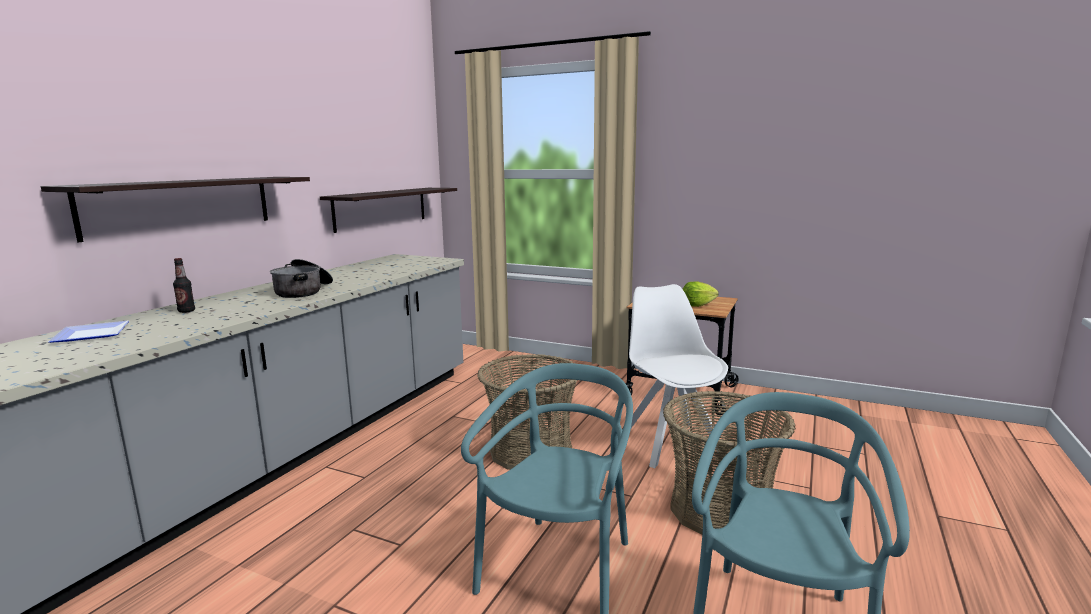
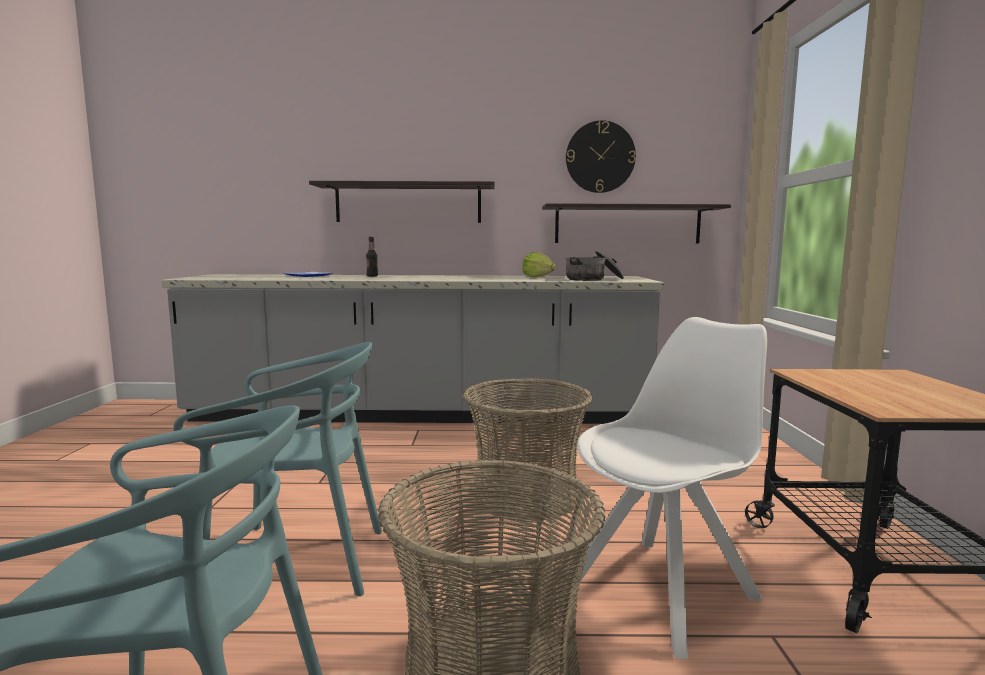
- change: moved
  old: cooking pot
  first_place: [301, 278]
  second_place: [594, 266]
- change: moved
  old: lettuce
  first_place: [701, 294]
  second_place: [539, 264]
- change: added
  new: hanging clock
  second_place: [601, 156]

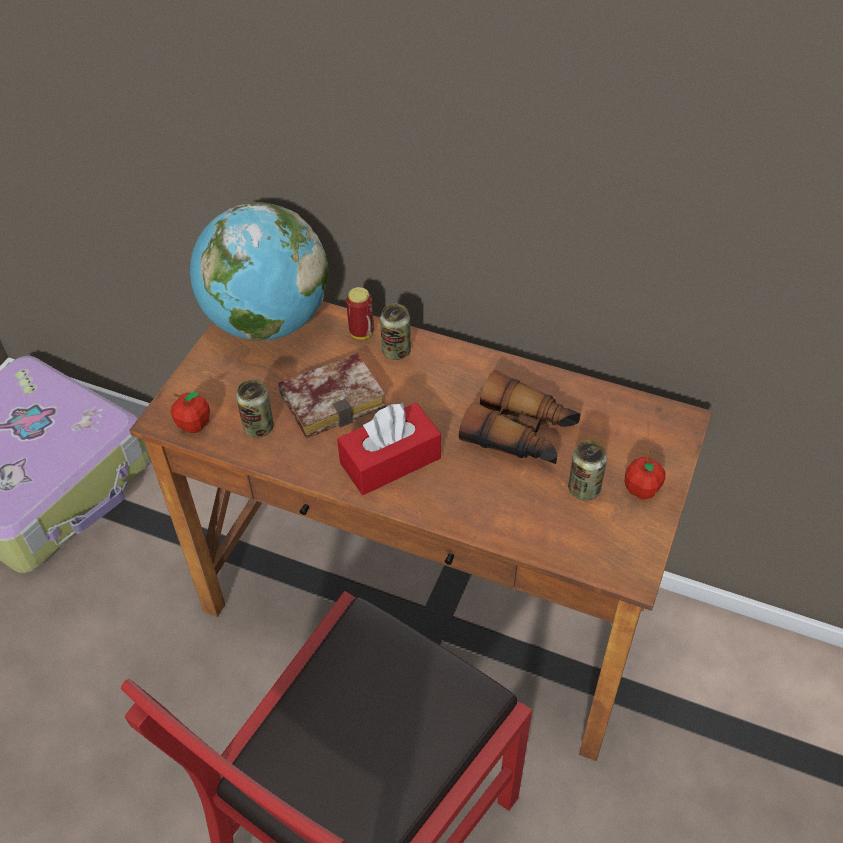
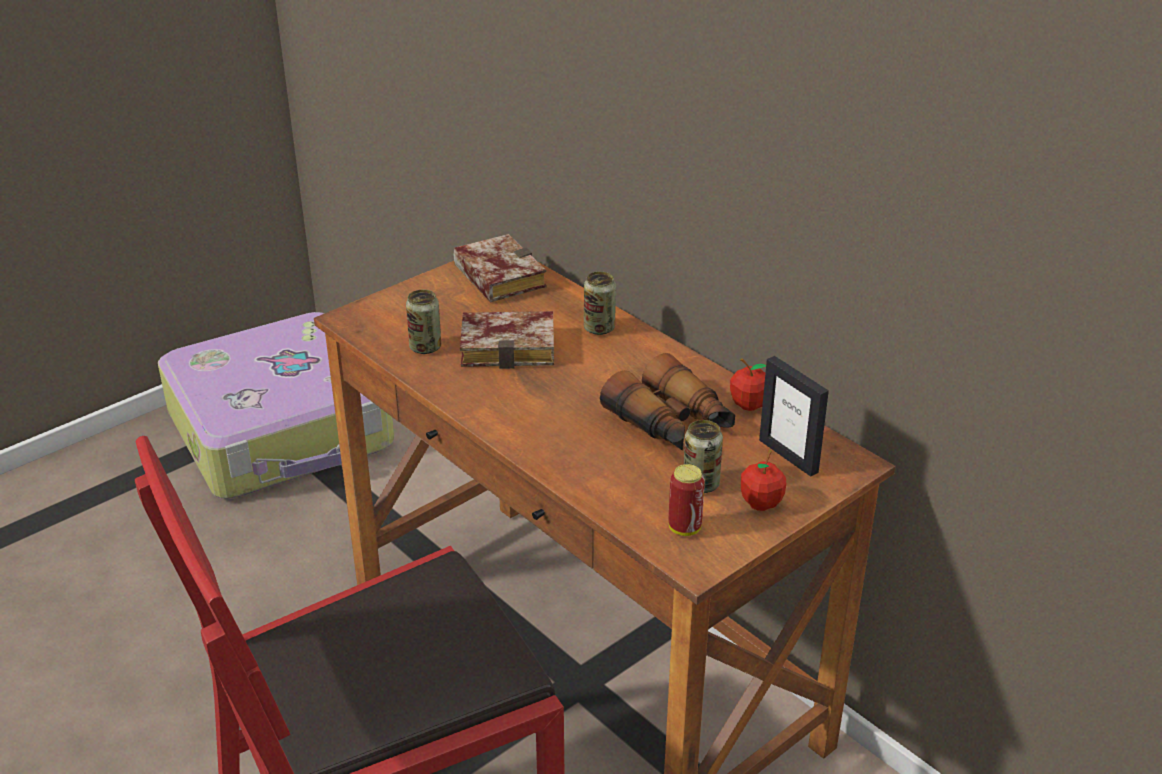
- change: moved
  old: apple
  first_place: [190, 412]
  second_place: [748, 385]
- change: replaced
  old: globe
  new: volume
  first_place: [259, 271]
  second_place: [500, 268]
- change: removed
  old: tissue holder (red)
  first_place: [389, 448]
- change: moved
  old: sealed can
  first_place: [360, 313]
  second_place: [686, 500]
- change: added
  new: photo frame
  second_place: [794, 416]

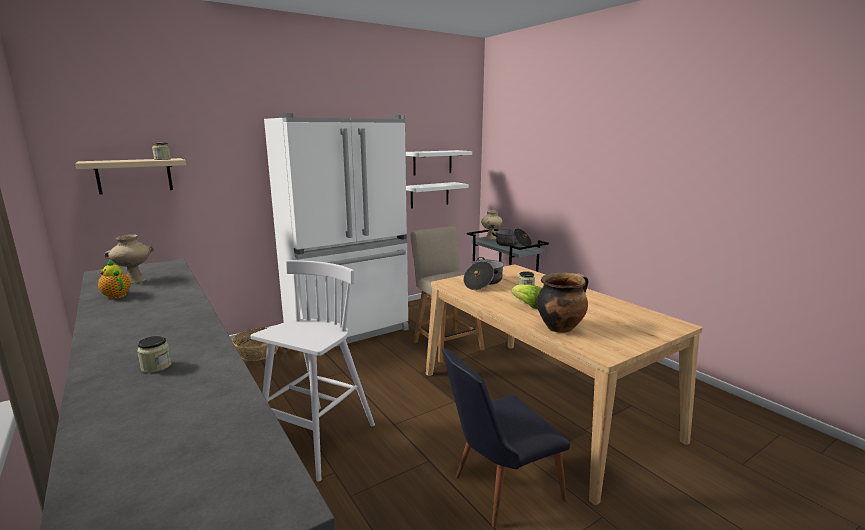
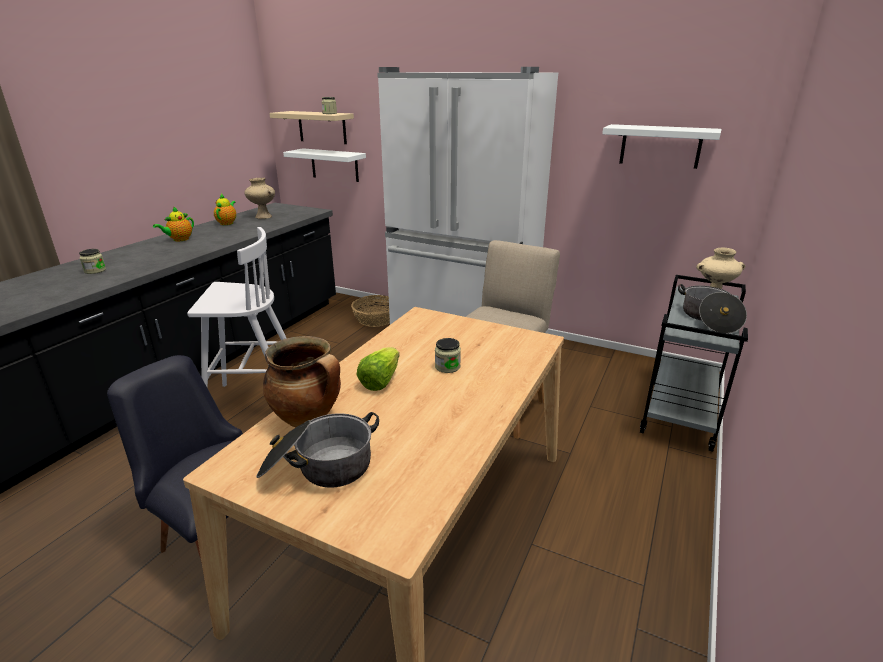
- change: moved
  old: bracket shelf (whitish)
  first_place: [437, 195]
  second_place: [324, 165]
- change: moved
  old: cooking pot
  first_place: [483, 273]
  second_place: [317, 450]
- change: added
  new: tea pot
  second_place: [173, 224]

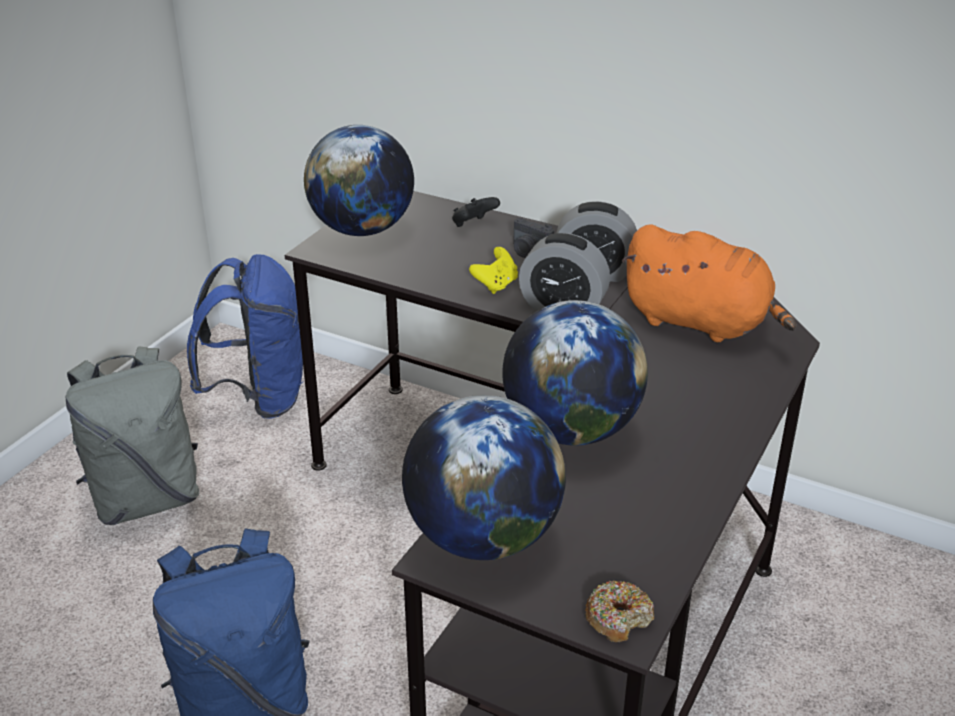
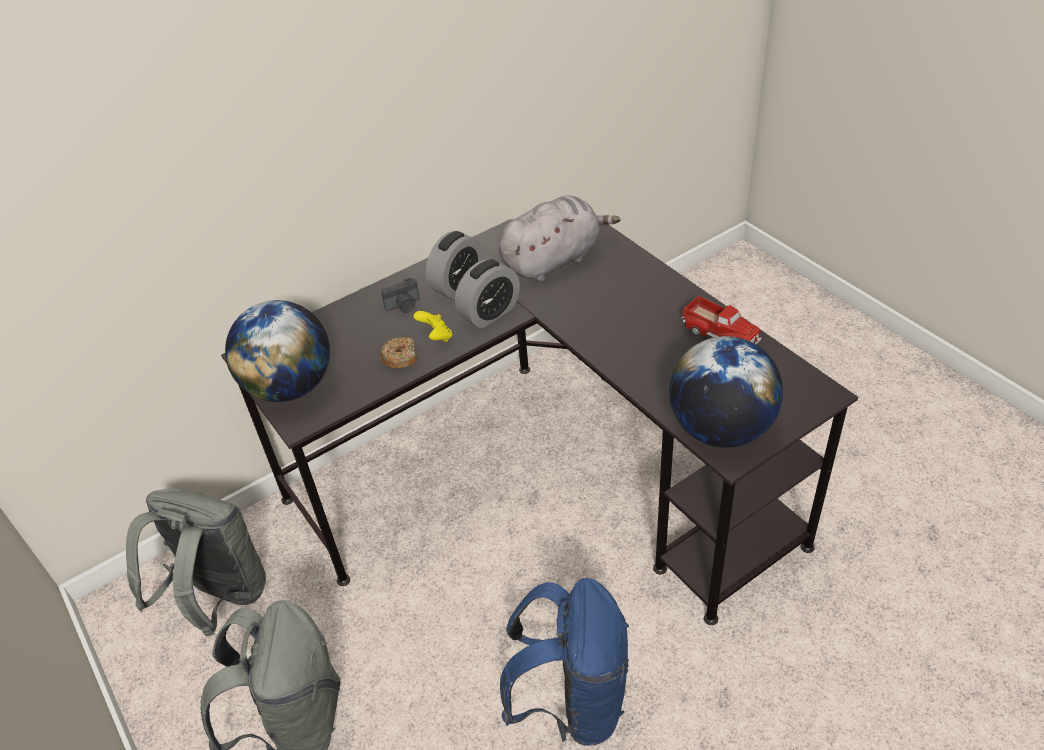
- change: recoloured
  old: backpack (blue)
  new: backpack (grey)
  first_place: [245, 336]
  second_place: [196, 562]
- change: removed
  old: joypad (blackish)
  first_place: [476, 212]
- change: removed
  old: globe
  first_place: [575, 373]
- change: moved
  old: donut
  first_place: [619, 611]
  second_place: [399, 353]
- change: recoloured
  old: cuddly toy (orange-coloured)
  new: cuddly toy (grey)
  first_place: [709, 283]
  second_place: [560, 238]
- change: added
  new: model truck
  second_place: [721, 320]

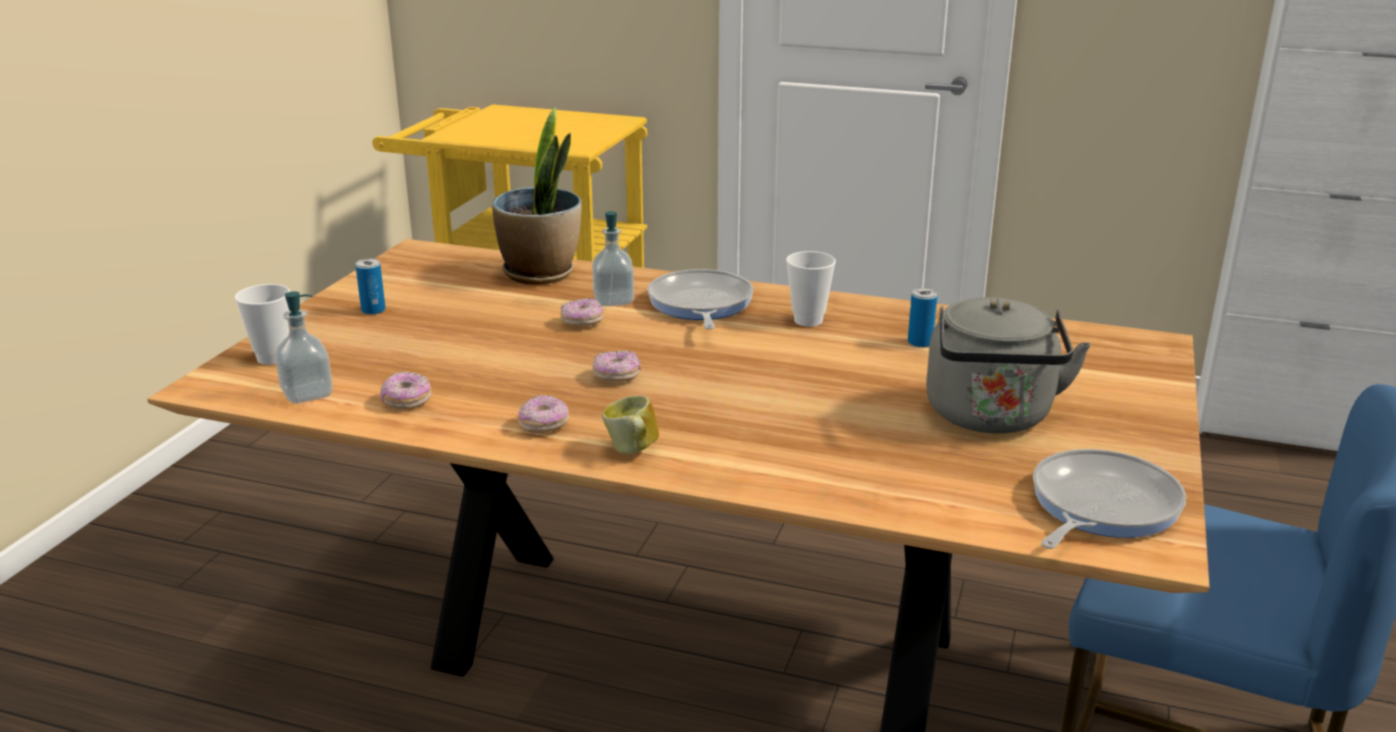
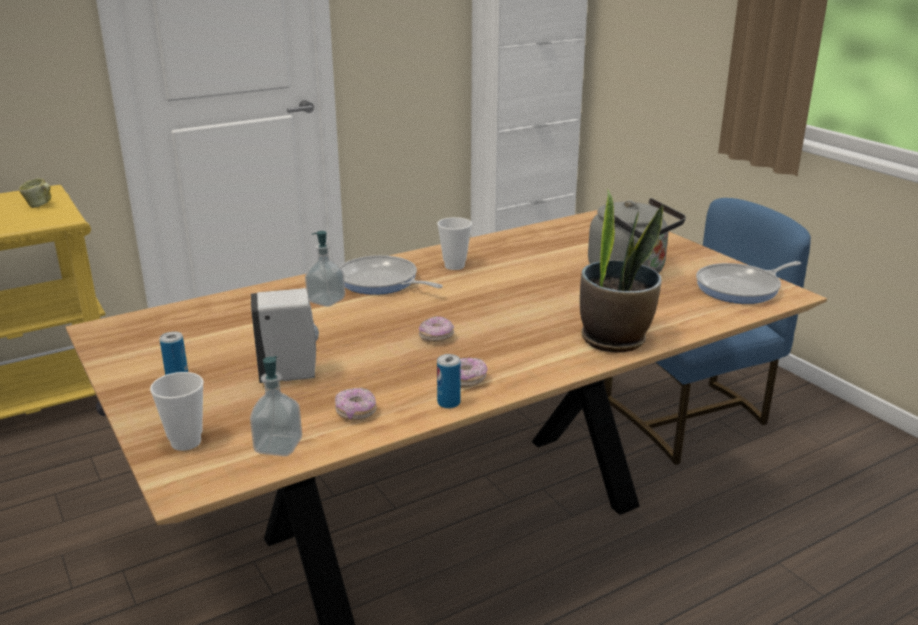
- change: moved
  old: plant in a pot
  first_place: [536, 196]
  second_place: [621, 271]
- change: removed
  old: donut
  first_place: [581, 312]
- change: moved
  old: mug
  first_place: [630, 425]
  second_place: [35, 193]
- change: moved
  old: sealed can
  first_place: [922, 318]
  second_place: [449, 381]
- change: turned
  old: frying pan
  first_place: [1109, 499]
  second_place: [748, 282]
  degrees: -105
- change: added
  new: liquid soap bottle (whitish)
  second_place: [285, 335]

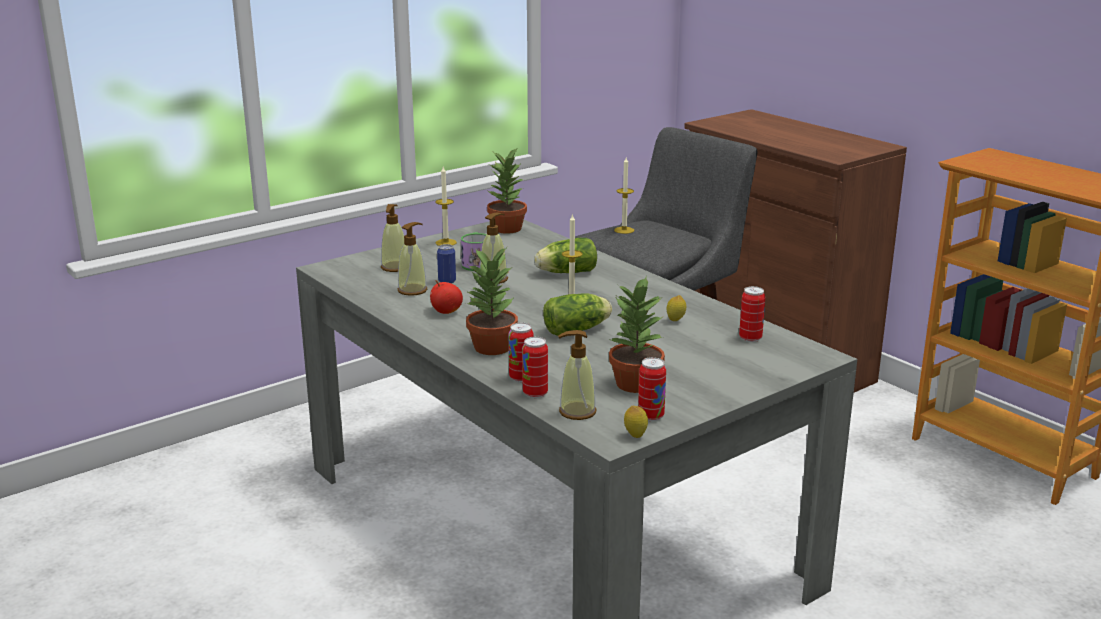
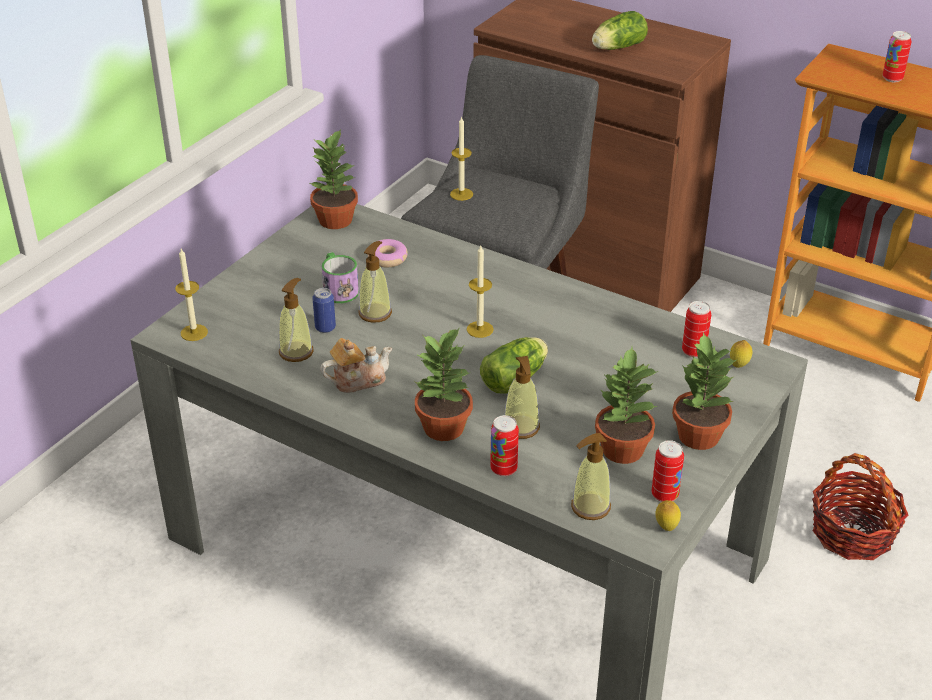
- change: moved
  old: liquid soap bottle
  first_place: [392, 238]
  second_place: [522, 397]
- change: replaced
  old: apple
  new: tea pot
  first_place: [446, 297]
  second_place: [356, 365]
- change: moved
  old: candle
  first_place: [446, 206]
  second_place: [191, 295]
- change: moved
  old: sealed can
  first_place: [535, 367]
  second_place: [897, 56]
- change: moved
  old: lettuce
  first_place: [565, 255]
  second_place: [620, 30]
- change: moved
  old: whole lemon
  first_place: [676, 308]
  second_place: [741, 354]
- change: added
  new: donut
  second_place: [388, 253]
- change: added
  new: plant in a pot
  second_place: [704, 391]
- change: added
  new: storage basket
  second_place: [860, 506]

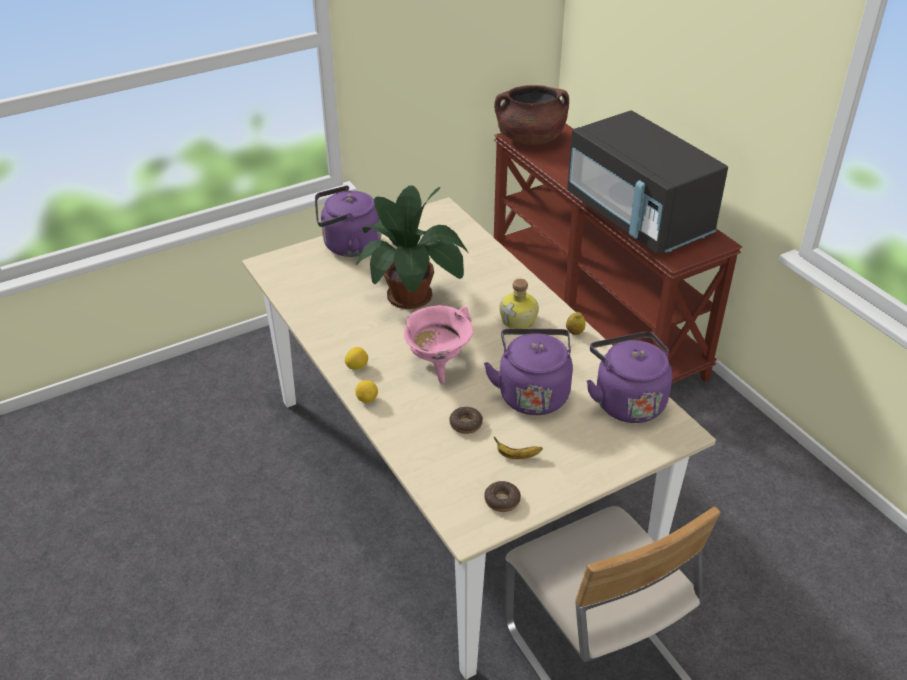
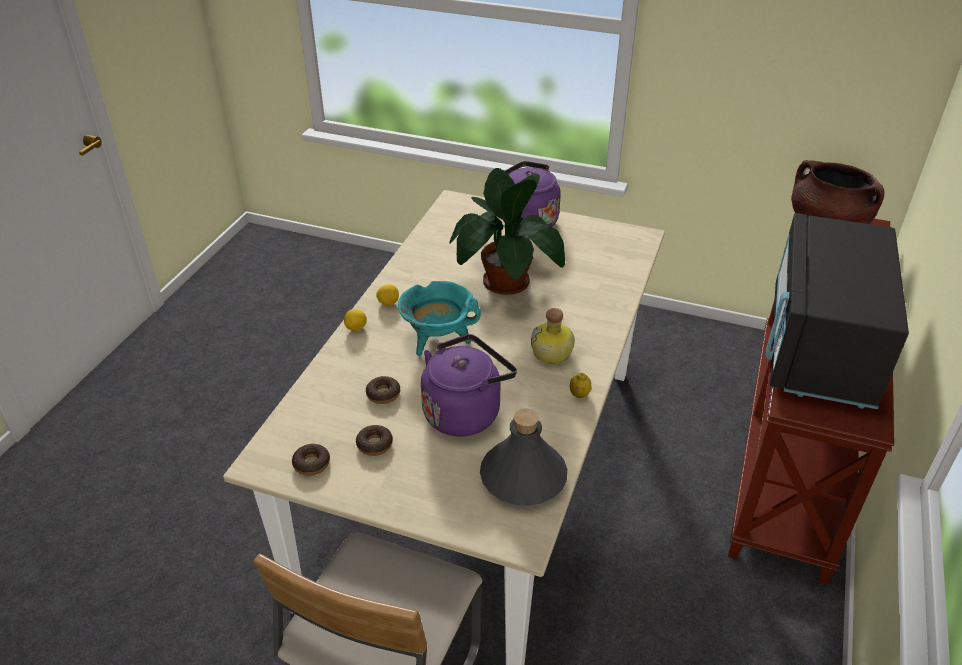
- change: recoloured
  old: cooking pot (pink-coloured)
  new: cooking pot (turquoise-coloured)
  first_place: [438, 344]
  second_place: [439, 318]
- change: replaced
  old: banana
  new: donut
  first_place: [518, 448]
  second_place: [374, 440]
- change: replaced
  old: water kettle (purple)
  new: bottle (grey)
  first_place: [629, 377]
  second_place: [524, 457]

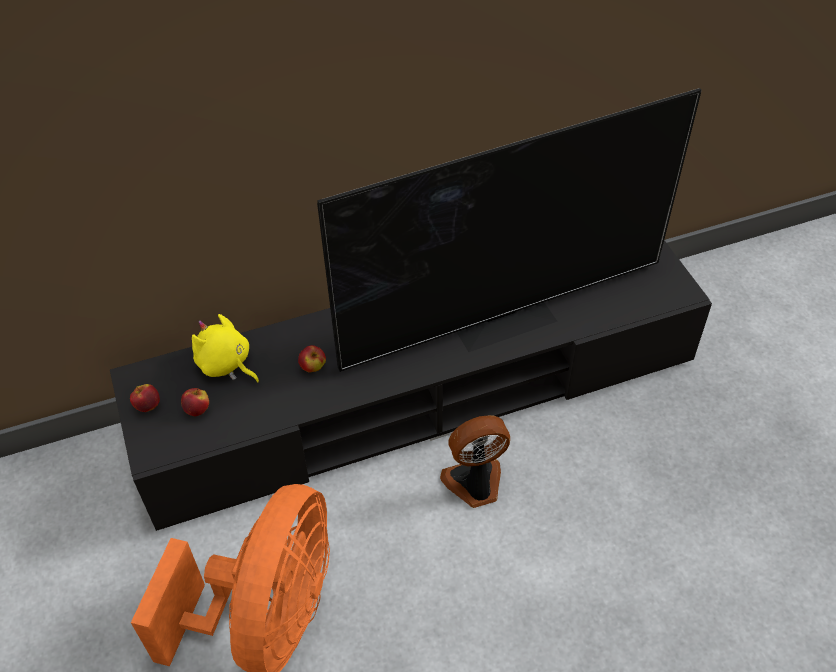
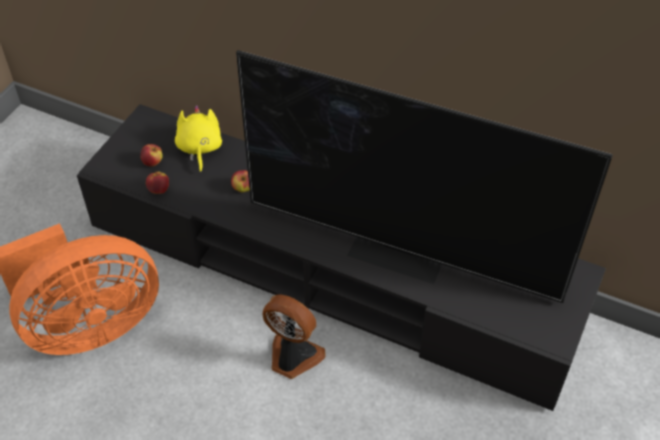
- change: moved
  old: apple
  first_place: [145, 398]
  second_place: [157, 182]

